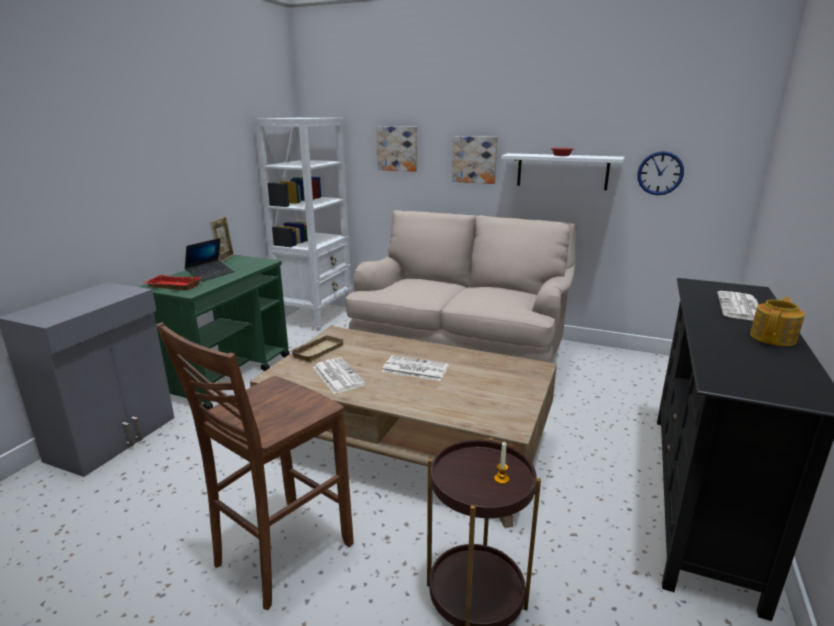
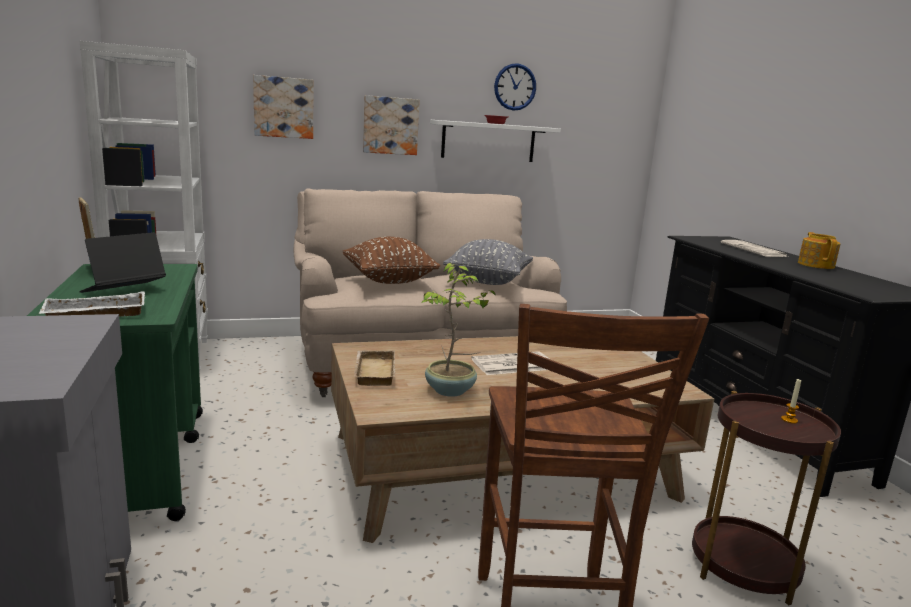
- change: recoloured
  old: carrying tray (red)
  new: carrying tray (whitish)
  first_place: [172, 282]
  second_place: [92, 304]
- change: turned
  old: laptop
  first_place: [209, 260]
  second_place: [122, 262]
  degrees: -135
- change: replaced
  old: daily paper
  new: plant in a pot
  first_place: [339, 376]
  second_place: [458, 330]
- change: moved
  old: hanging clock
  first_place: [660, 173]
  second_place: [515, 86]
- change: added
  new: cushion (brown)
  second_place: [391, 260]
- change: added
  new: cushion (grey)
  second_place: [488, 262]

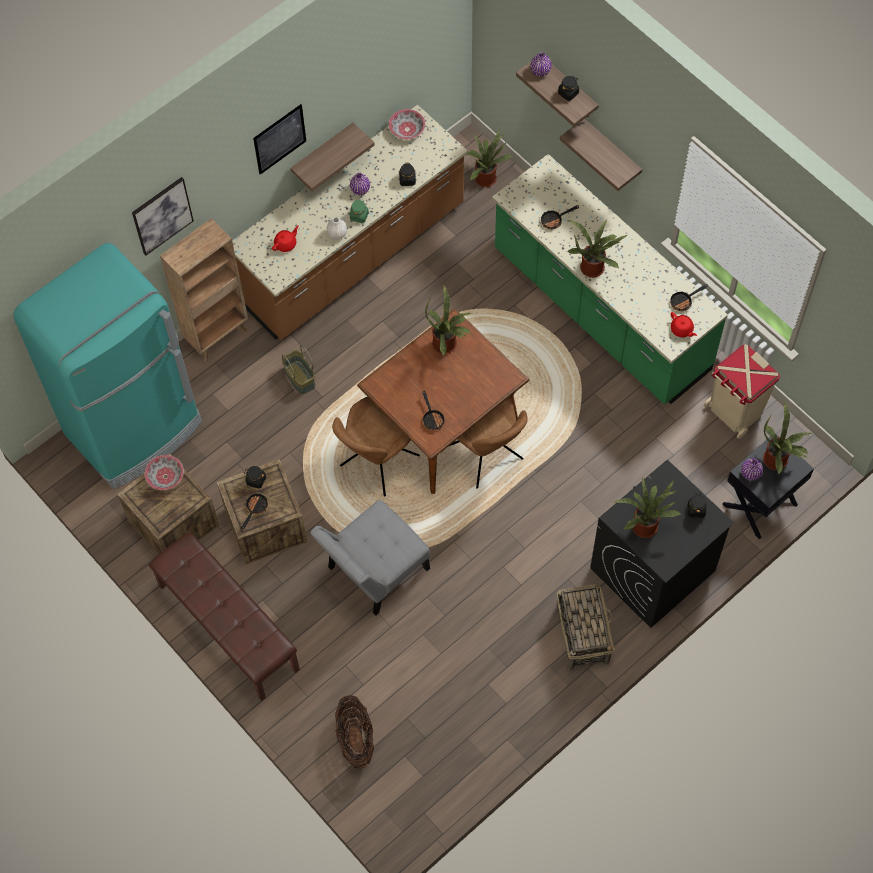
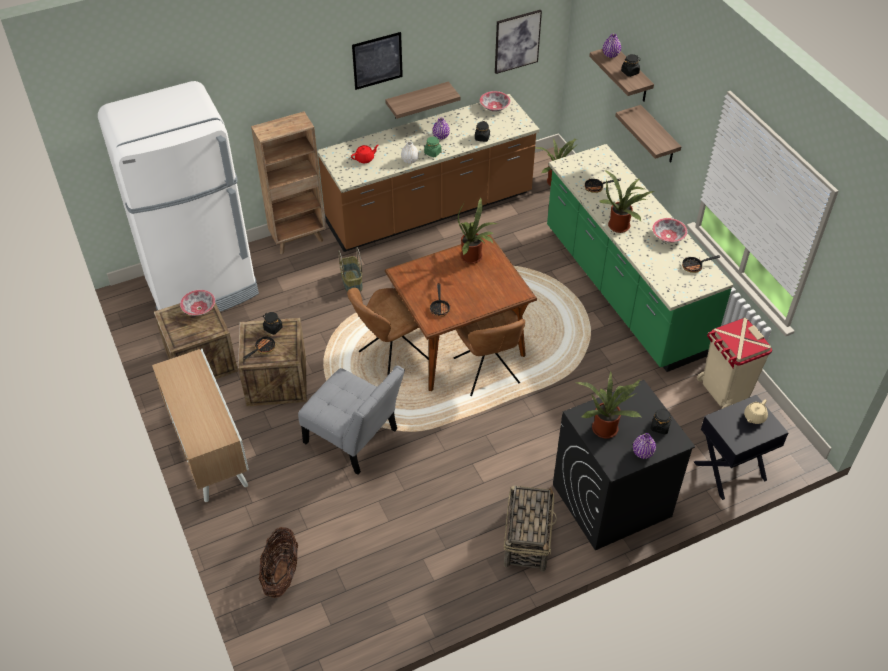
- change: recoloured
  old: kitchen fridge (turquoise-coloured)
  new: kitchen fridge (whitish)
  first_place: [107, 366]
  second_place: [178, 196]
- change: moved
  old: wall art
  first_place: [163, 216]
  second_place: [518, 42]
- change: replaced
  old: bench (brown)
  new: cupboard
  first_place: [224, 616]
  second_place: [200, 425]
- change: turned
  old: upright chair (grey)
  first_place: [370, 558]
  second_place: [351, 420]
  degrees: -120
- change: removed
  old: tea pot (red)
  first_place: [684, 324]
- change: moved
  old: flower vase (purple)
  first_place: [752, 469]
  second_place: [644, 446]
- change: replaced
  old: plant in a pot
  new: tea pot (beige)
  first_place: [787, 438]
  second_place: [756, 412]
- change: added
  new: deep dish
  second_place: [669, 230]

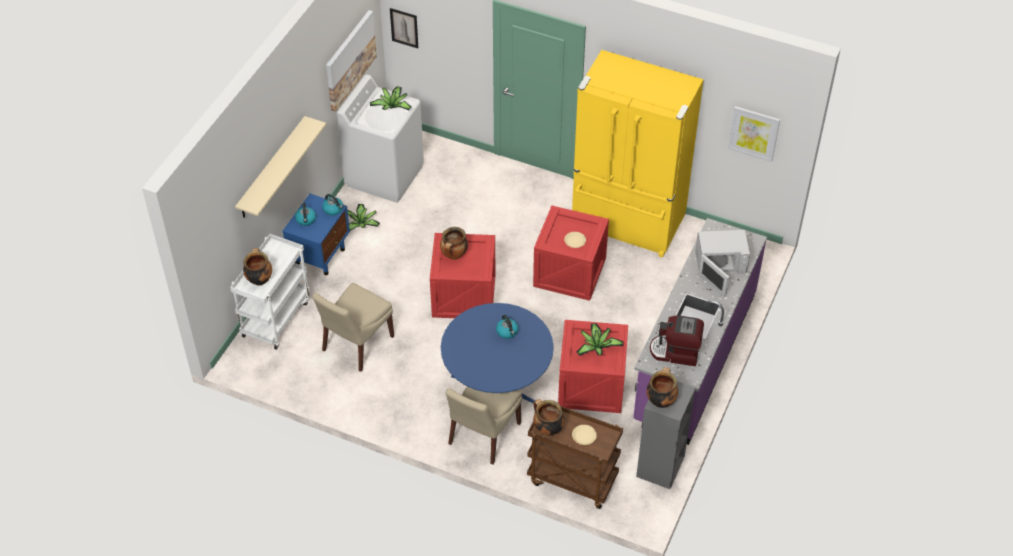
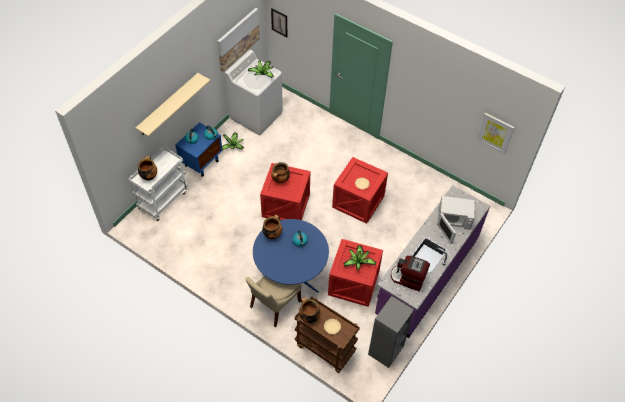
- change: removed
  old: upright chair (beige)
  first_place: [353, 327]
- change: removed
  old: kitchen fridge (yellow)
  first_place: [637, 154]
- change: moved
  old: cooking pot
  first_place: [662, 387]
  second_place: [272, 227]

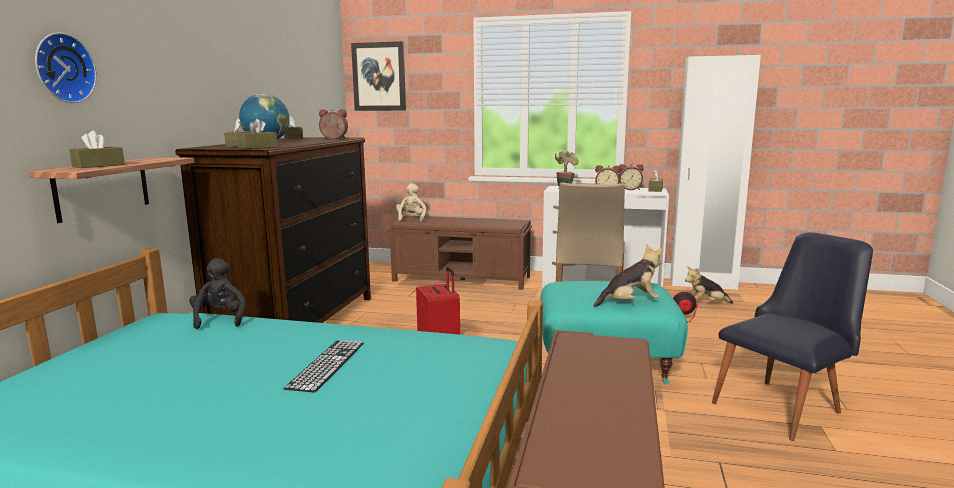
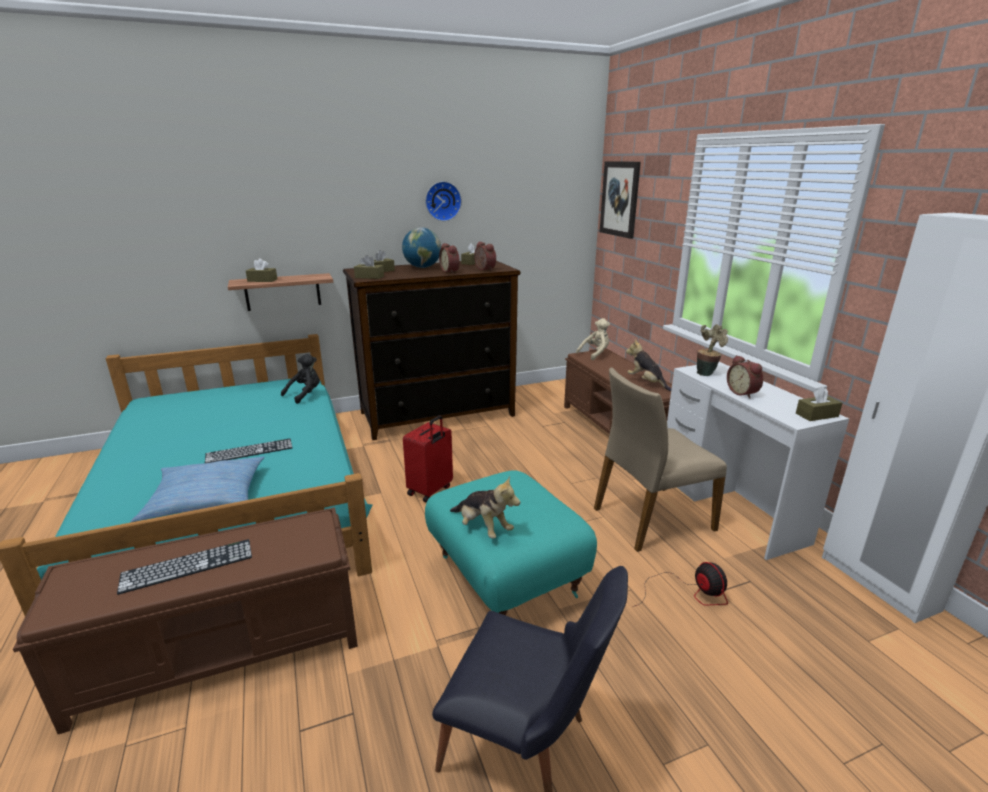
- change: moved
  old: hanging clock
  first_place: [66, 68]
  second_place: [443, 201]
- change: moved
  old: table clock
  first_place: [631, 177]
  second_place: [449, 258]
- change: moved
  old: cuddly toy
  first_place: [709, 285]
  second_place: [648, 365]
- change: added
  new: keyboard
  second_place: [184, 567]
- change: added
  new: cushion
  second_place: [198, 489]

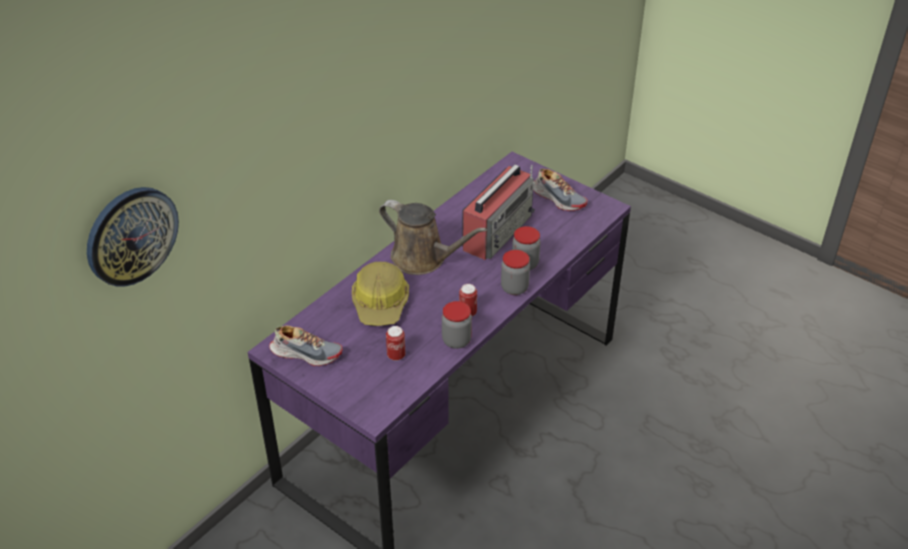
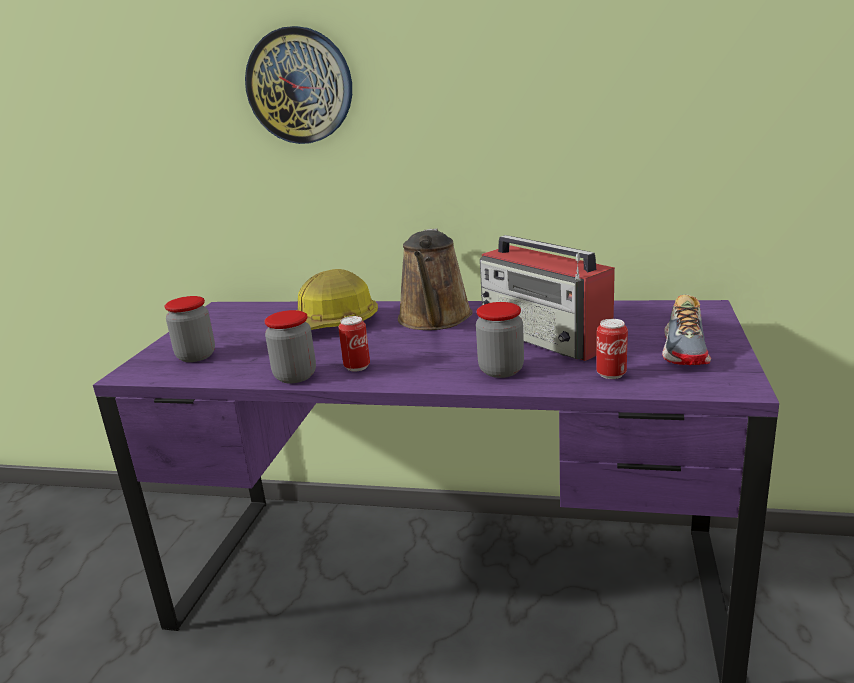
- change: moved
  old: hanging clock
  first_place: [133, 237]
  second_place: [298, 85]
- change: removed
  old: shoe
  first_place: [306, 345]
- change: moved
  old: sealed can
  first_place: [395, 343]
  second_place: [612, 349]
- change: turned
  old: radio receiver
  first_place: [498, 212]
  second_place: [547, 298]
  degrees: 45
- change: moved
  old: jar
  first_place: [515, 272]
  second_place: [190, 329]

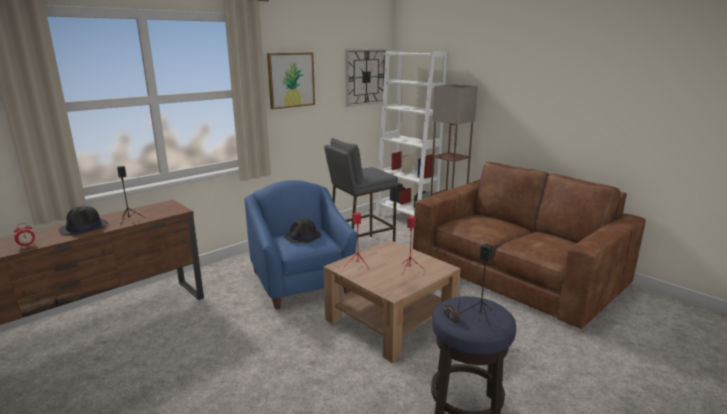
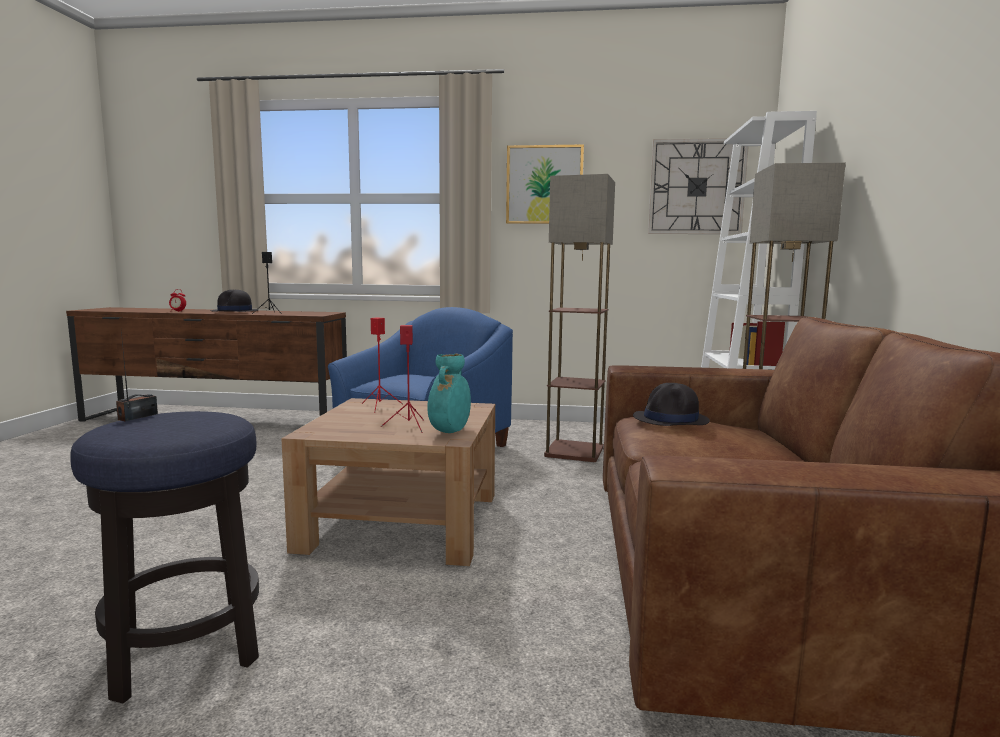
- change: moved
  old: wearable hat (blackish)
  first_place: [303, 230]
  second_place: [671, 404]
- change: replaced
  old: stool (grey)
  new: standard lamp
  first_place: [361, 190]
  second_place: [579, 318]
- change: removed
  old: loudspeaker (blackish)
  first_place: [476, 287]
- change: added
  new: flower vase (turquoise-coloured)
  second_place: [449, 393]

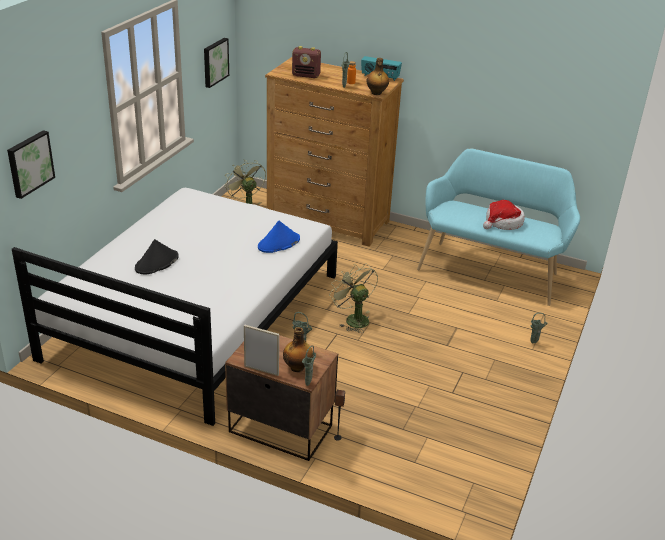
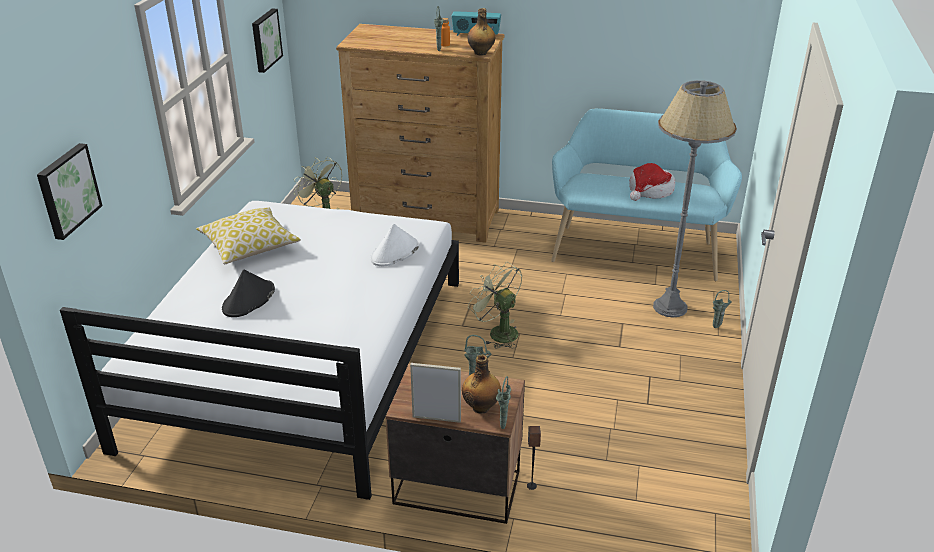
- change: recoloured
  old: wearable hat (blue)
  new: wearable hat (whitish)
  first_place: [279, 237]
  second_place: [395, 245]
- change: removed
  old: radio receiver
  first_place: [306, 62]
- change: added
  new: cushion
  second_place: [248, 235]
- change: added
  new: standard lamp (grey)
  second_place: [695, 199]

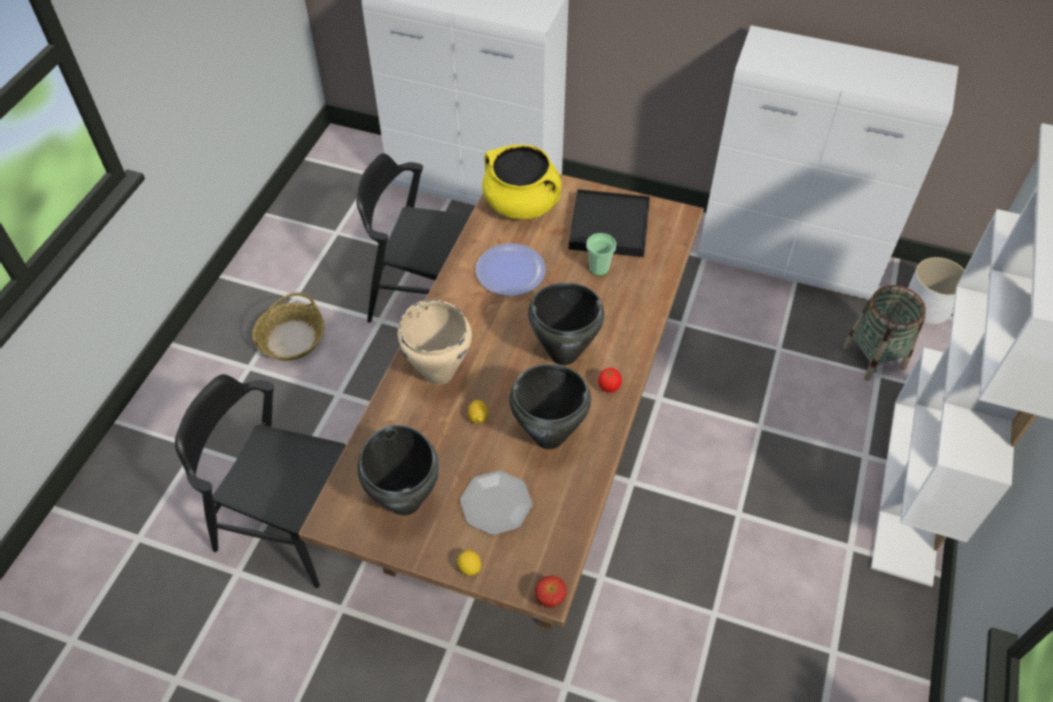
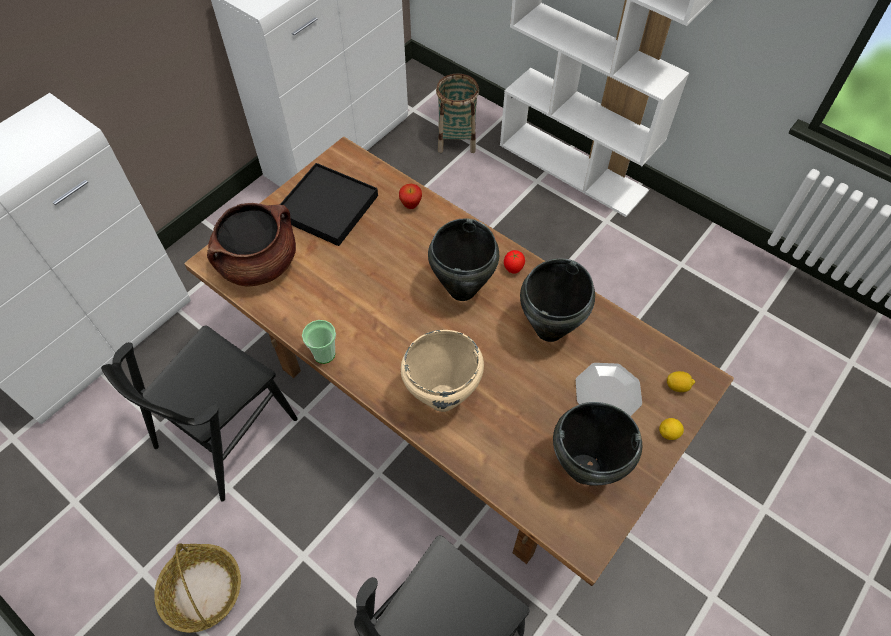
- change: moved
  old: whole lemon
  first_place: [478, 412]
  second_place: [681, 381]
- change: removed
  old: flat dish
  first_place: [511, 270]
- change: recoloured
  old: cooking pot (yellow)
  new: cooking pot (brown)
  first_place: [521, 182]
  second_place: [251, 245]
- change: moved
  old: apple
  first_place: [551, 592]
  second_place: [410, 196]
- change: moved
  old: small cup
  first_place: [601, 254]
  second_place: [319, 342]
- change: removed
  old: planter (whitish)
  first_place: [936, 290]

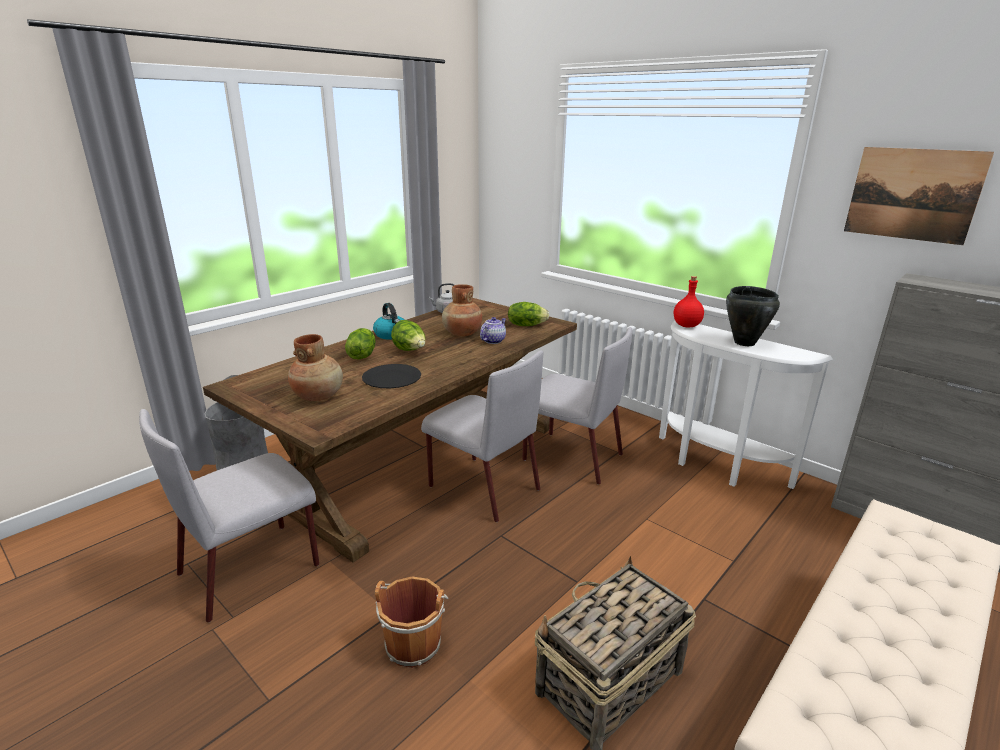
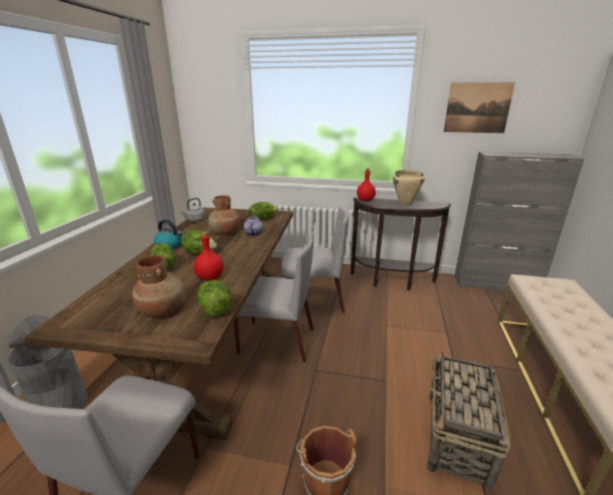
- change: replaced
  old: flat dish (blackish)
  new: bottle (red)
  first_place: [391, 376]
  second_place: [209, 256]
- change: recoloured
  old: console table (whitish)
  new: console table (brown)
  first_place: [746, 405]
  second_place: [401, 243]
- change: recoloured
  old: cooking pot (blackish)
  new: cooking pot (beige)
  first_place: [753, 316]
  second_place: [409, 188]
- change: added
  new: lettuce
  second_place: [214, 298]

